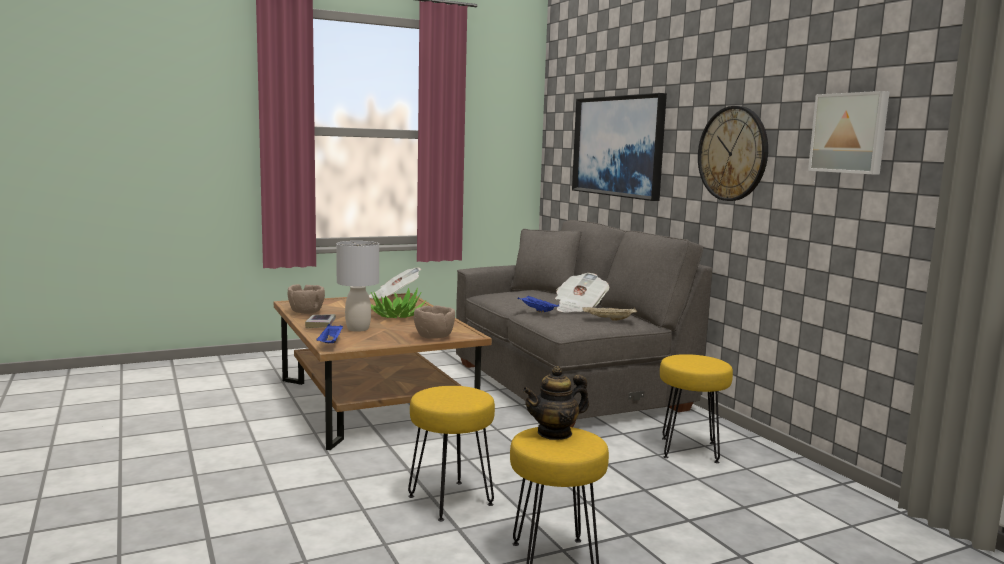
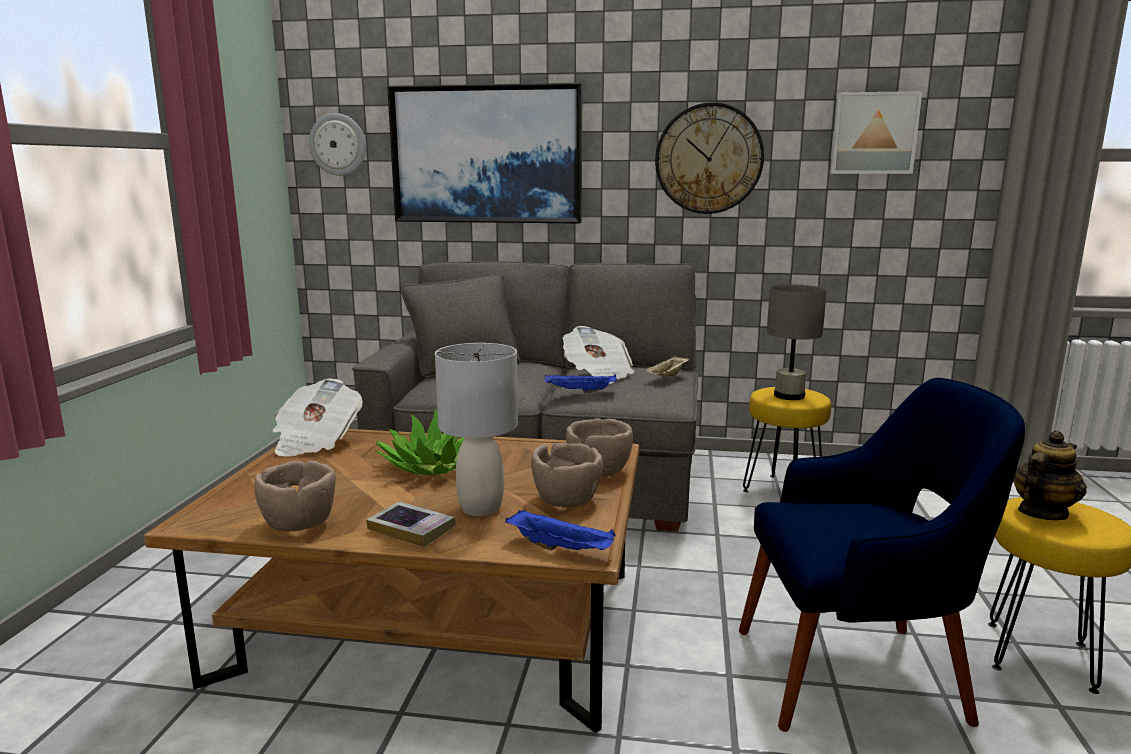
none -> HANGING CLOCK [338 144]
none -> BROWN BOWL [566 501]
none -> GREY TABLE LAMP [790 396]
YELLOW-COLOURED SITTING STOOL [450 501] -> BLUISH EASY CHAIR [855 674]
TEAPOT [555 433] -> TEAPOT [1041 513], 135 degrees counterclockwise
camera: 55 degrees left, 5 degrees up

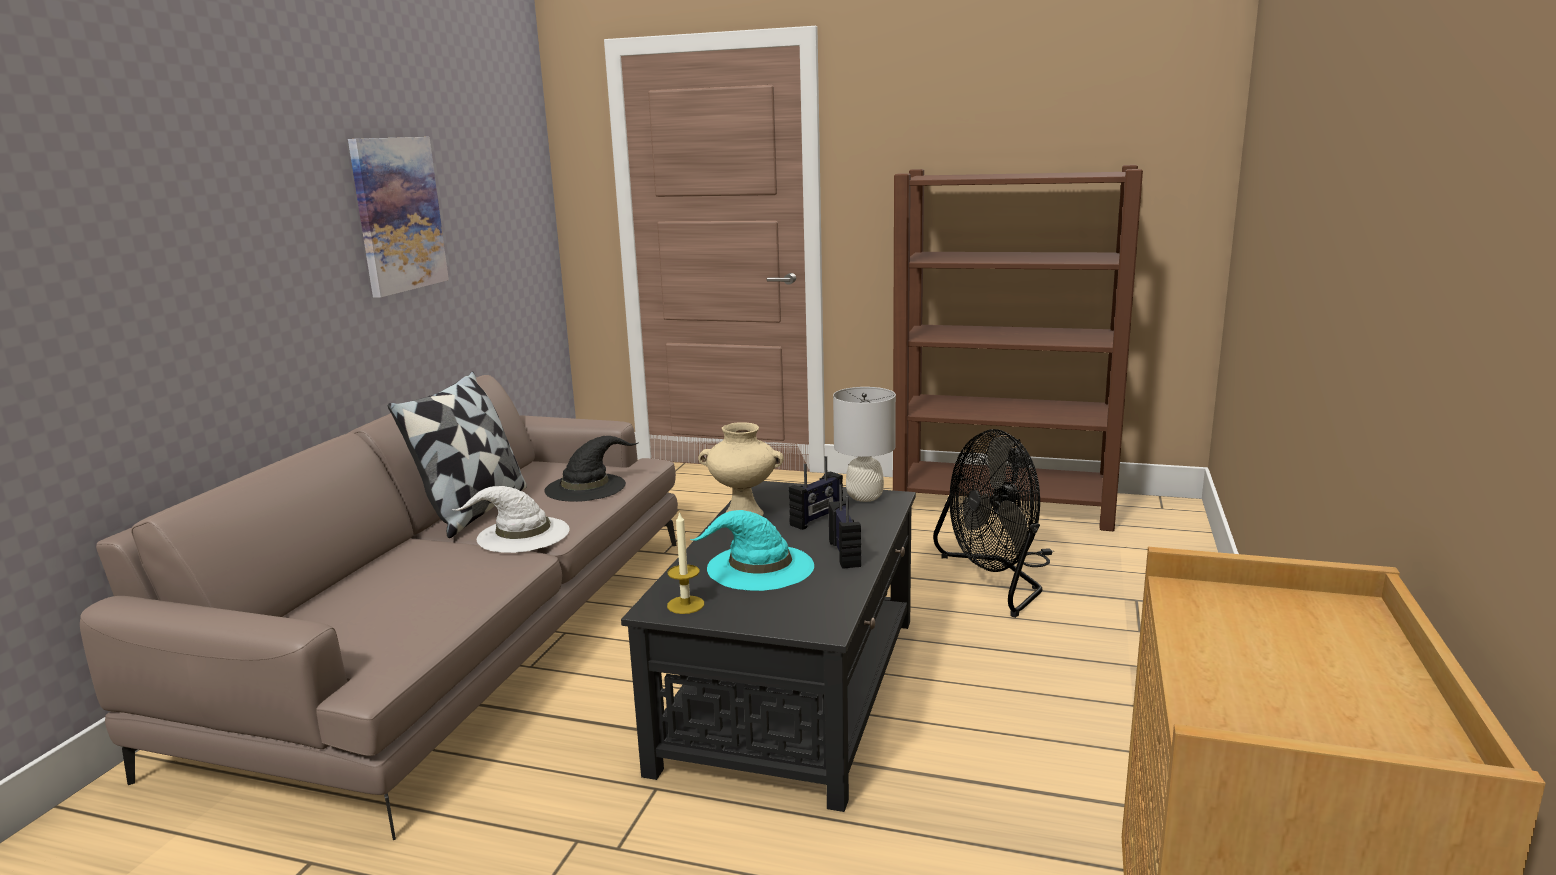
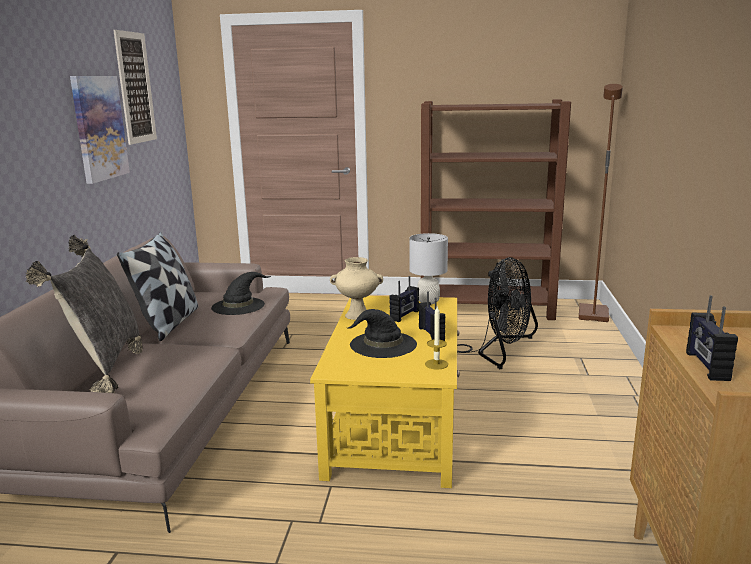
WHITISH CLOTHING HAT [522 535] -> none
none -> CUSHION [102 375]
none -> WALL PICTURE [135 88]
none -> BROWN STANDING LAMP [592 314]
none -> RADIO [706 366]
WAX CANDLE [685 605] -> WAX CANDLE [436 364], moved
BLACK-COLOURED LOUNGE TABLE [794 689] -> YELLOW-COLOURED LOUNGE TABLE [396 422]
BLUE-GREEN CLOTHING HAT [759 567] -> BLACK-COLOURED CLOTHING HAT [382 344]
BLACK-COLOURED ELECTRIC FAN [999 578] -> BLACK-COLOURED ELECTRIC FAN [498 350], 120 degrees counterclockwise
camera: 10 degrees left, 0 degrees up

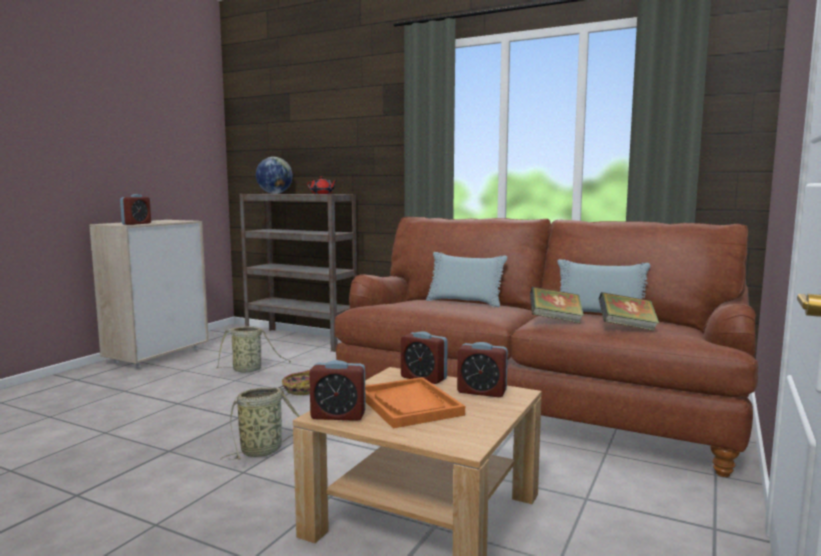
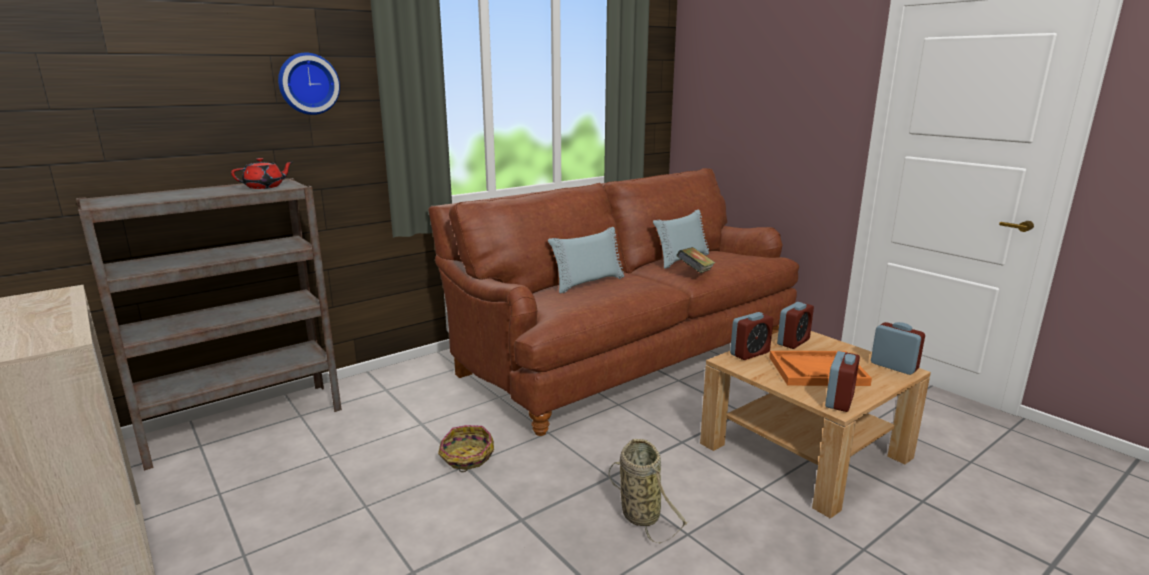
STORAGE BASKET [249 370] -> none
GLOBE [274 193] -> none
VOLUME [627 328] -> none
none -> HANGING CLOCK [308 84]
BEDSIDE CLOCK [136 224] -> BEDSIDE CLOCK [894 366], moved
camera: 65 degrees left, 10 degrees up

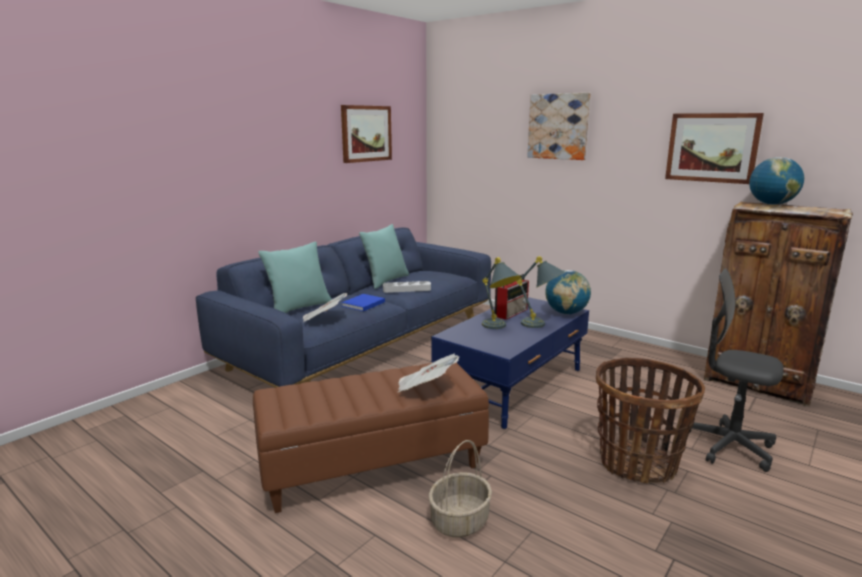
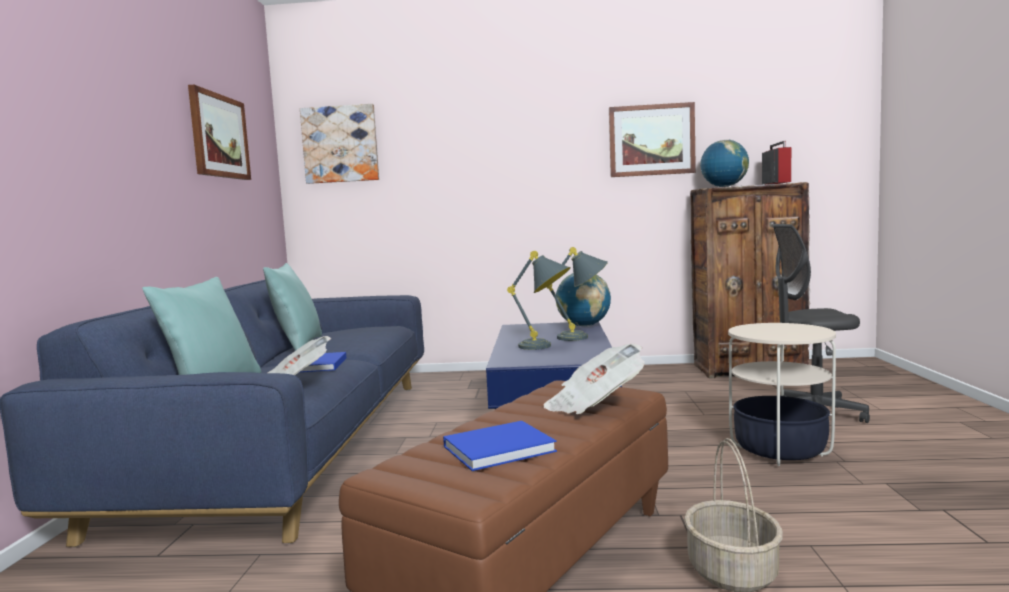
GREY TRAY [407 289] -> none
none -> BLUISH VOLUME [502 448]
RADIO [512 312] -> RADIO [776 183], moved
WALL PICTURE [558 126] -> WALL PICTURE [340 144], moved
STORAGE BASKET [637 463] -> BEIGE-COLOURED ACCENT TABLE [779 451]
camera: 35 degrees left, 10 degrees down

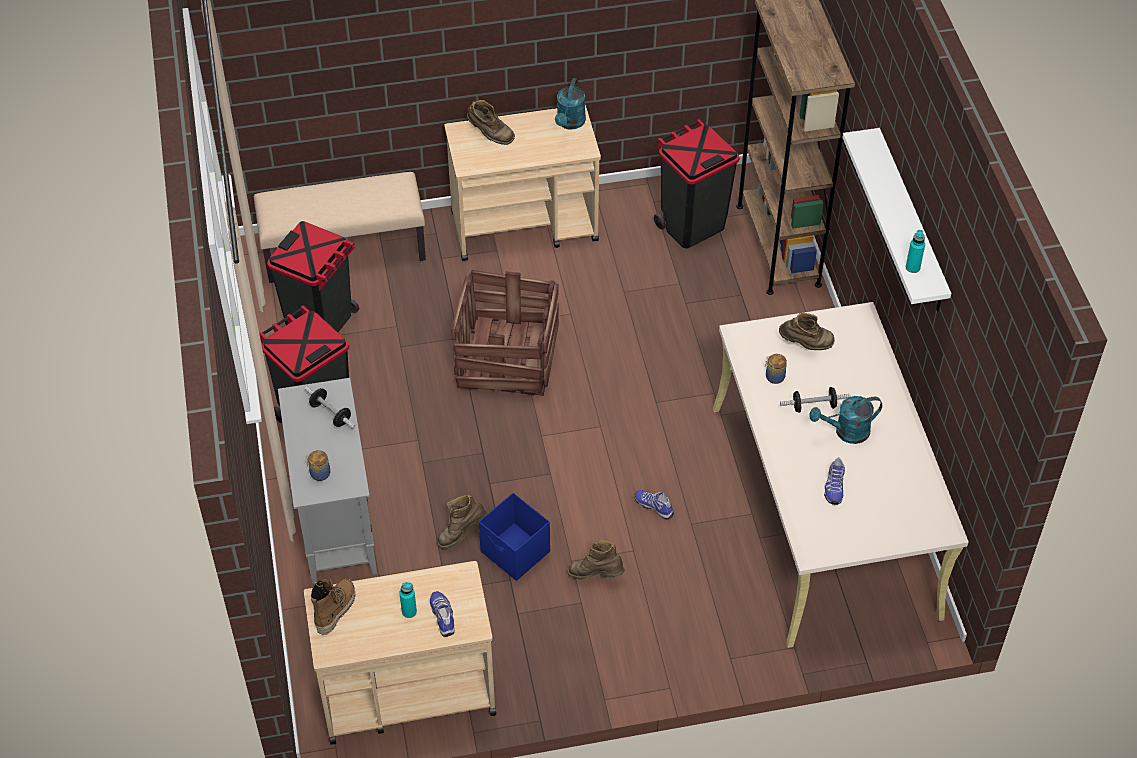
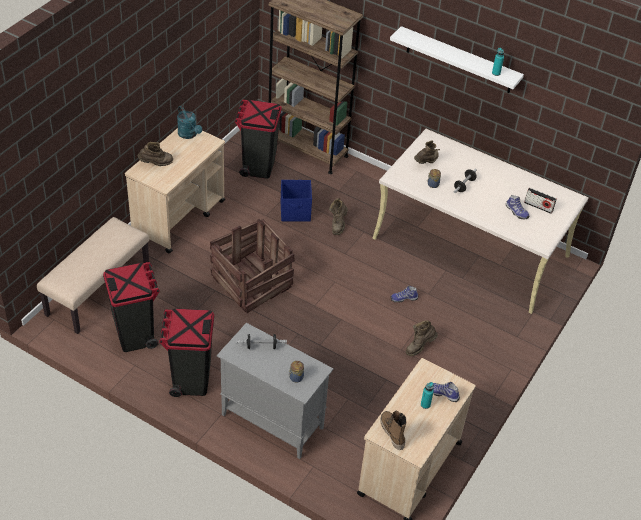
BLUE-GREEN WATERING POT [846 432] -> none
none -> RADIO [538 206]
BROWN TALL BOOT [462 534] -> BROWN TALL BOOT [338 224], moved
BLUISH STORAGE BOX [515 553] -> BLUISH STORAGE BOX [296 212], moved
camera: 50 degrees left, 5 degrees down

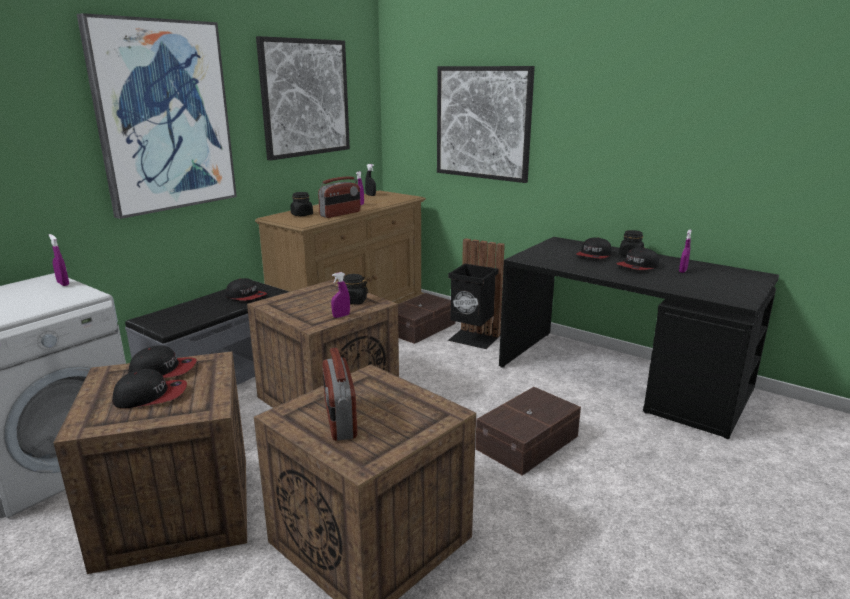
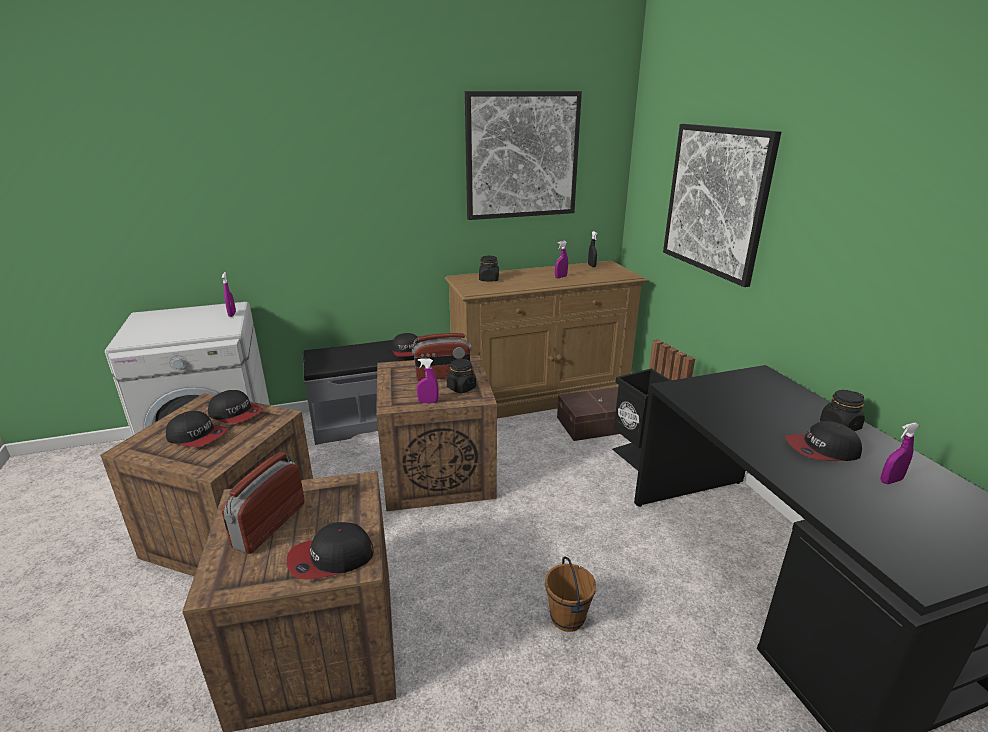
WALL PICTURE [163 117] -> none
RADIO [340 214] -> RADIO [443 376], moved
CAP [594 256] -> CAP [331 558], moved
BROWN STORAGE BOX [529 443] -> BROWN PAIL [568 618]
camera: 35 degrees right, 5 degrees up

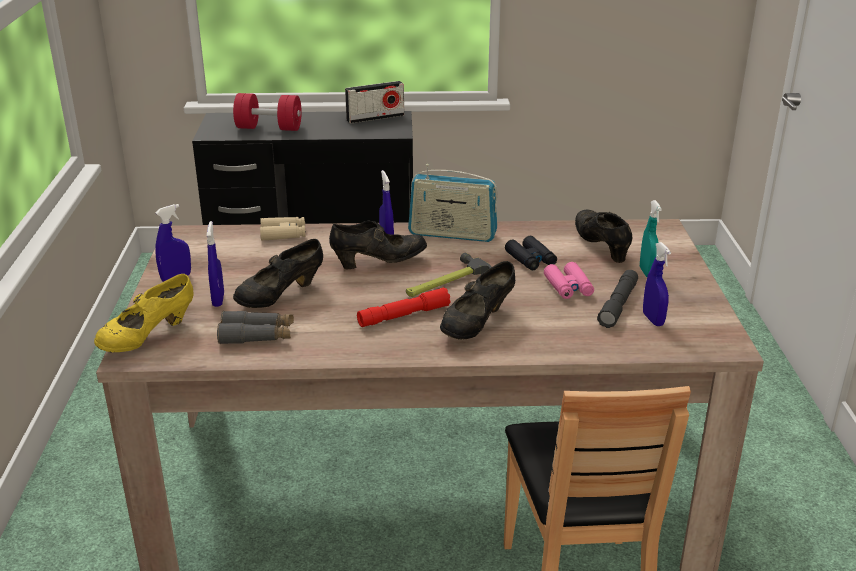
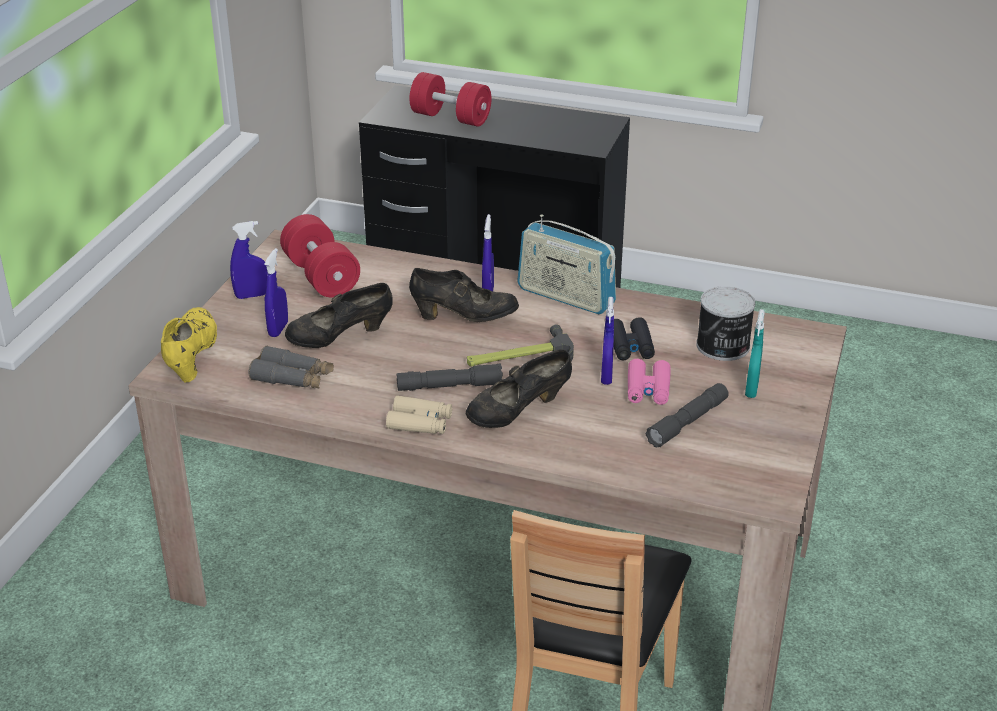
RADIO [375 118] -> none
none -> RED FREE WEIGHT [321 276]
BEIGE-COLOURED FIELD GLASSES [283 234] -> BEIGE-COLOURED FIELD GLASSES [420 422], moved
BLUISH SPRAYER [653 319] -> BLUISH SPRAYER [606 376], moved
BLACK-COLOURED LOW SHOE [601 247] -> METAL CAN [723 346]
RED FLASHLIGHT [404 315] -> GREY FLASHLIGHT [449 386]
YELLOW-COLOURED LOW SHOE [148 337] -> YELLOW-COLOURED LOW SHOE [192 358], 120 degrees clockwise
camera: 20 degrees right, 5 degrees up

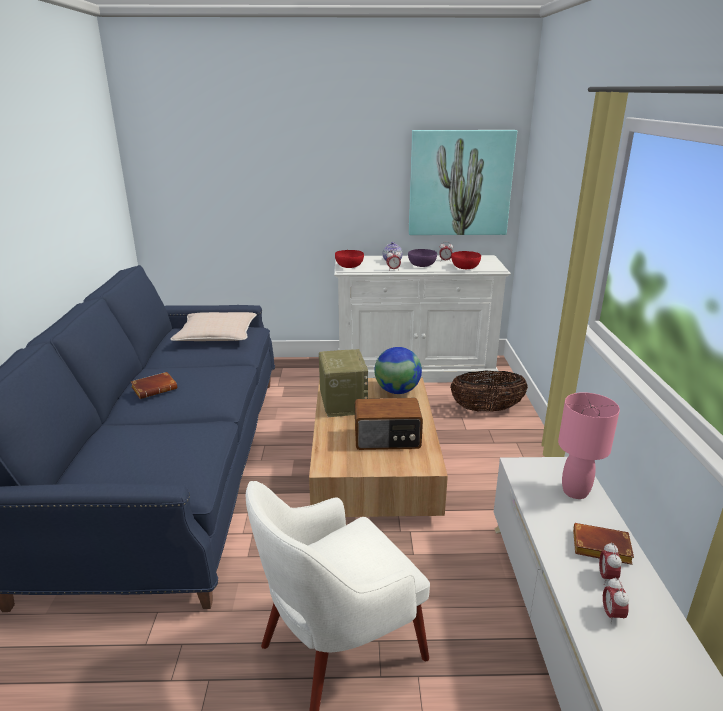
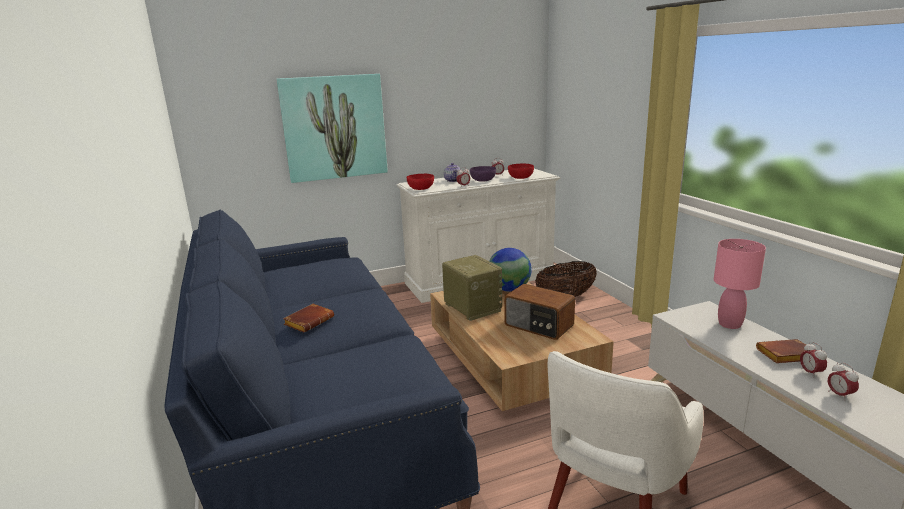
BEIGE-COLOURED CUSHION [216 334] -> none
WALL PICTURE [460 183] -> WALL PICTURE [334 127], moved
RADIO [387 439] -> RADIO [538 326], 60 degrees clockwise
camera: 20 degrees left, 5 degrees down

